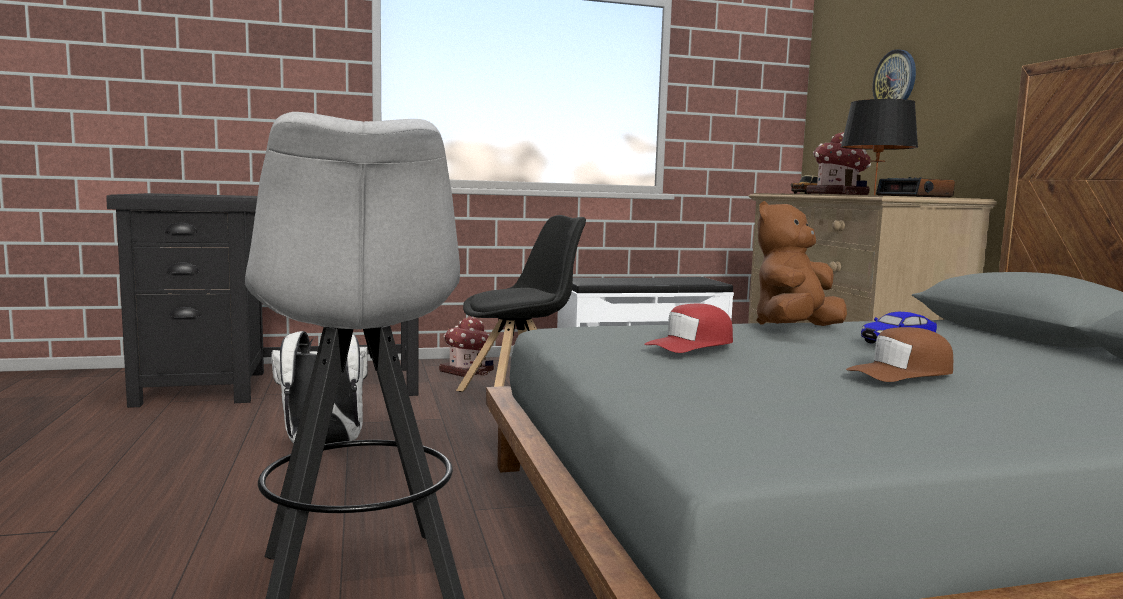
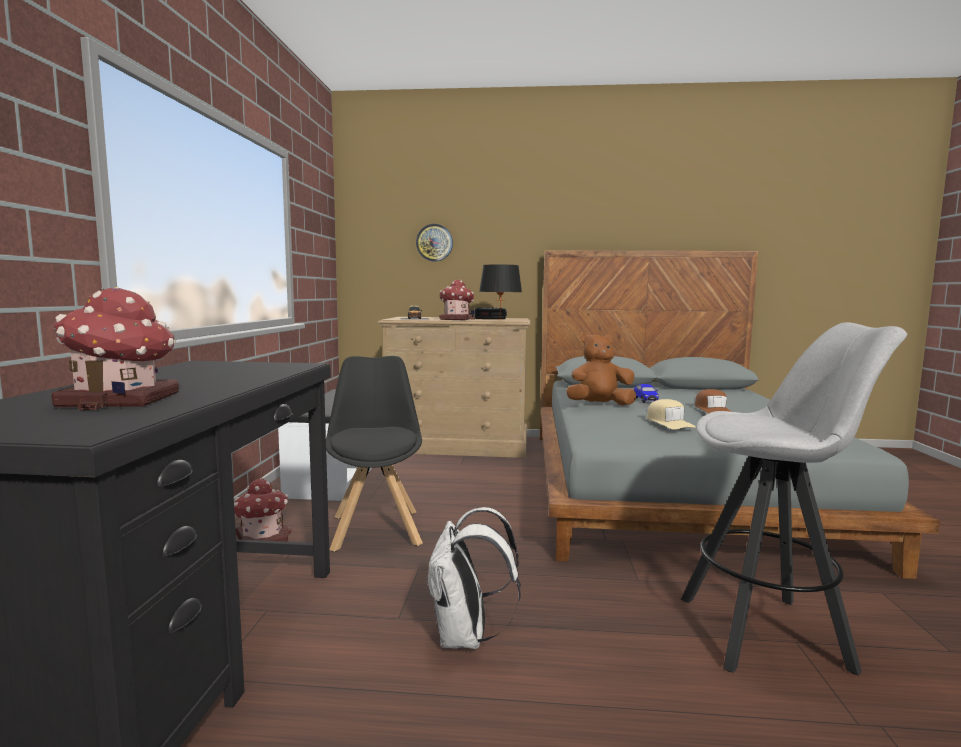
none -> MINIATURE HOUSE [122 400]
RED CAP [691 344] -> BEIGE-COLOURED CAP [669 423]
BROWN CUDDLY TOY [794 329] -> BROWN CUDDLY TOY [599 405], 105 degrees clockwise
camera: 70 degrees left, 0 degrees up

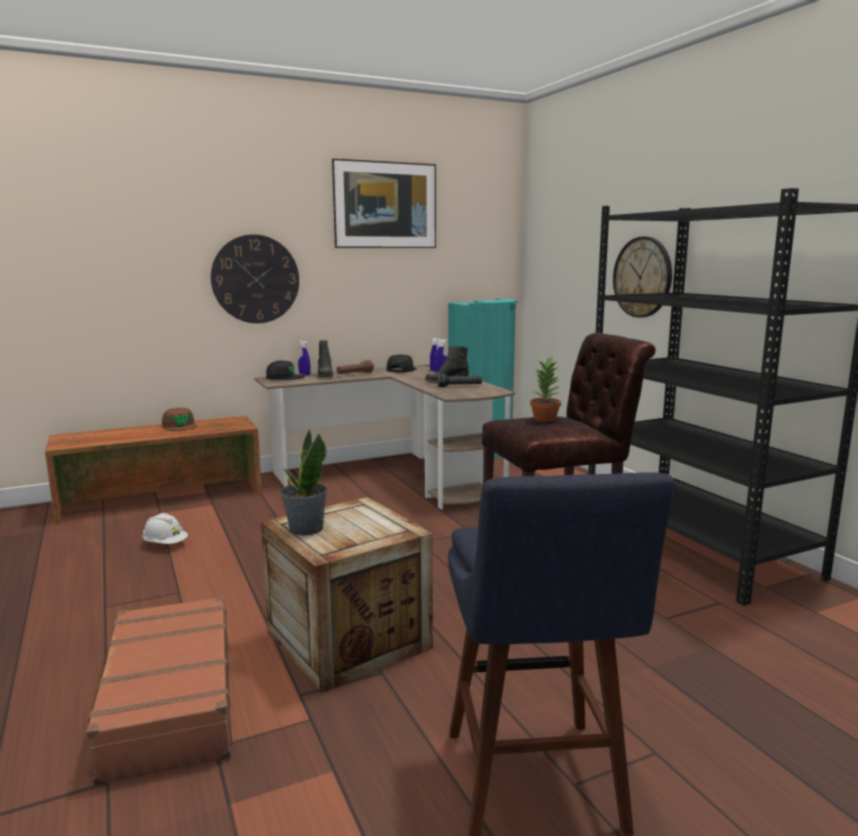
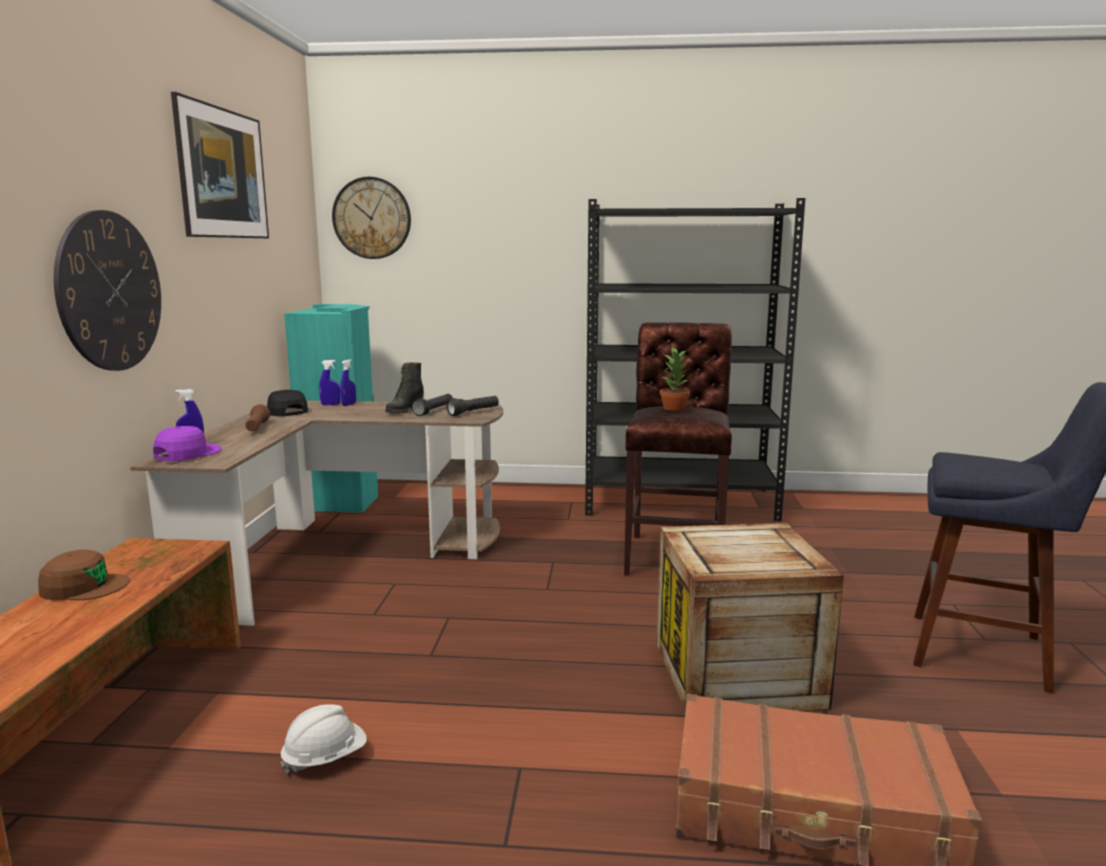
POTTED PLANT [305 529] -> none
BLACK-COLOURED TALL BOOT [324 376] -> none
none -> BLACK-COLOURED FLASHLIGHT [473 412]
HANGING CLOCK [642 277] -> HANGING CLOCK [372 218], moved
BLACK-COLOURED CAP [284 377] -> PURPLISH CAP [187 453]
camera: 60 degrees left, 0 degrees up

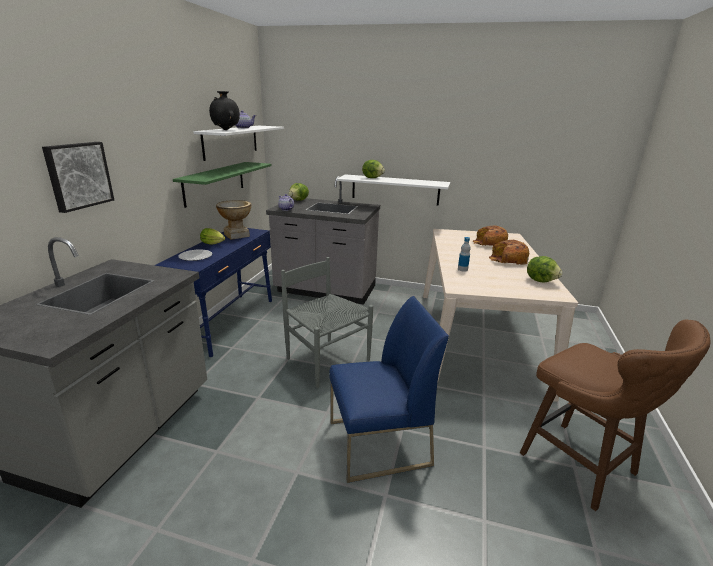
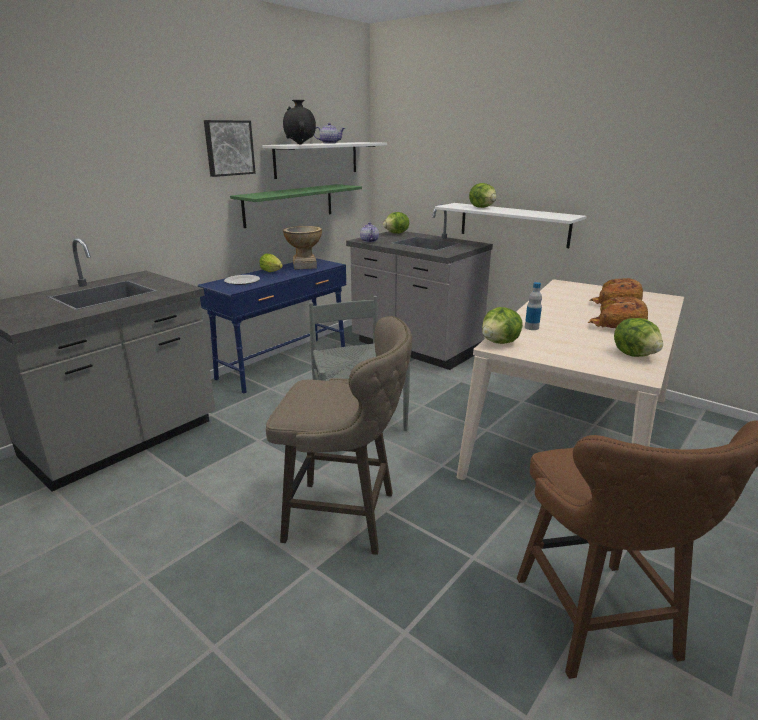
none -> HEAD OF LETTUCE [500 343]
WALL PICTURE [78 175] -> WALL PICTURE [229 148], moved
BLUISH PLAIN CHAIR [378 444] -> BEIGE-COLOURED SITTING STOOL [346 517]
camera: 25 degrees right, 0 degrees up

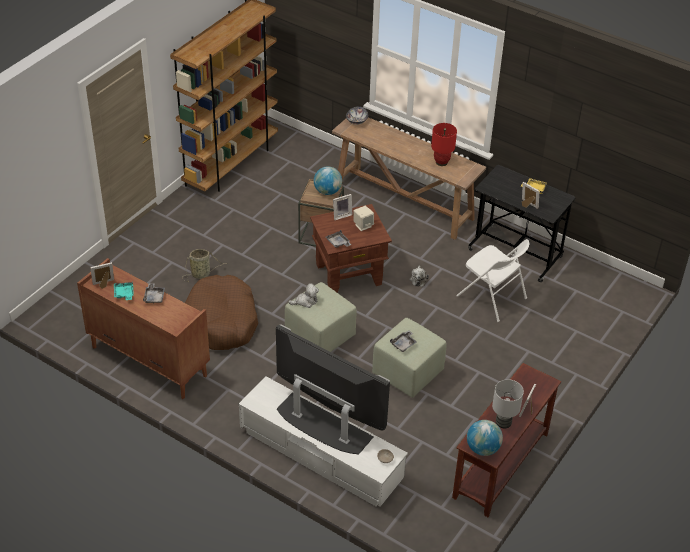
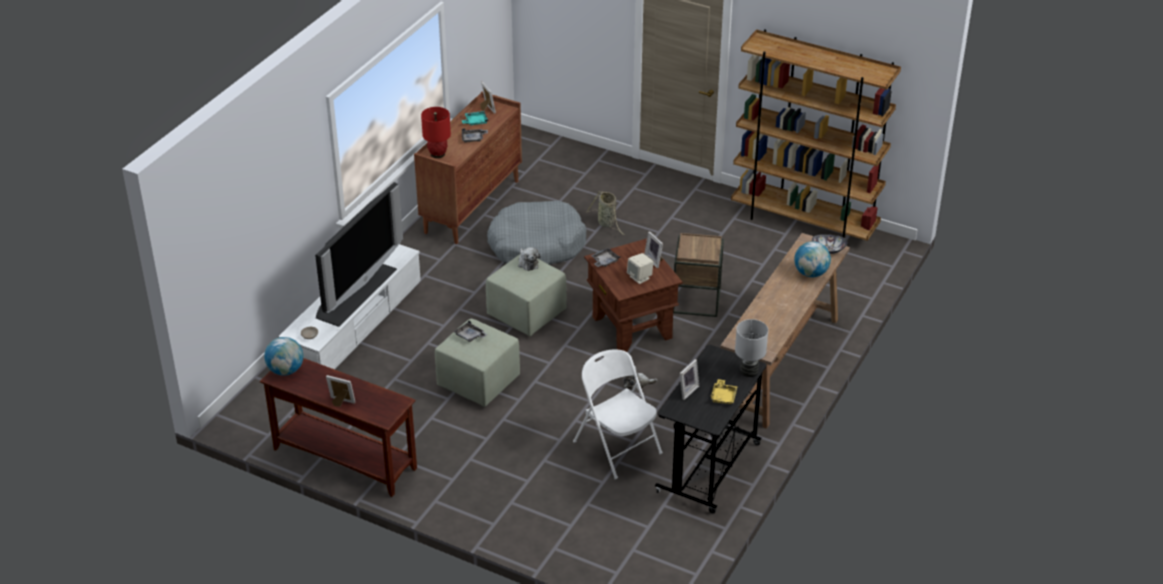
GLOBE [327 191] -> GLOBE [811 273], moved
RED TABLE LAMP [441 162] -> RED TABLE LAMP [438 154], moved
GREY TABLE LAMP [503 422] -> GREY TABLE LAMP [749 371], moved
BROWN PET BED [222 321] -> GREY PET BED [536 245]
WHITISH PLAIN CHAIR [491 297] -> WHITISH PLAIN CHAIR [617 447], 105 degrees clockwise
camera: 85 degrees right, 5 degrees down

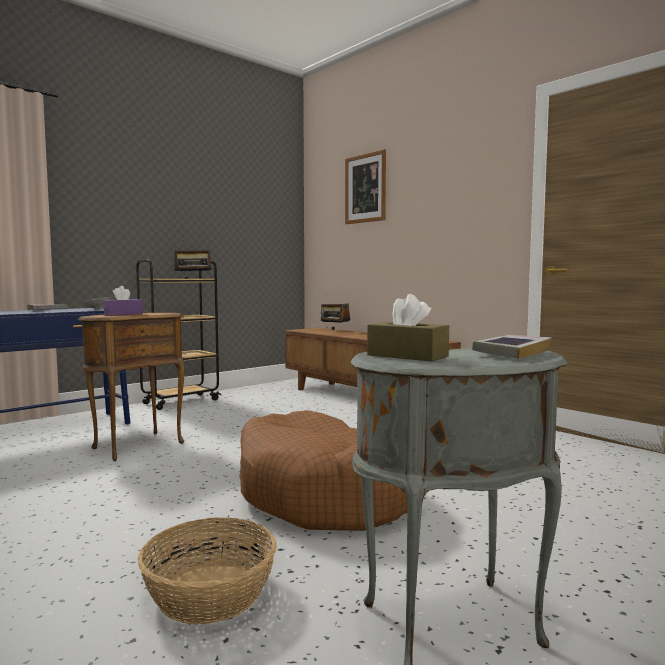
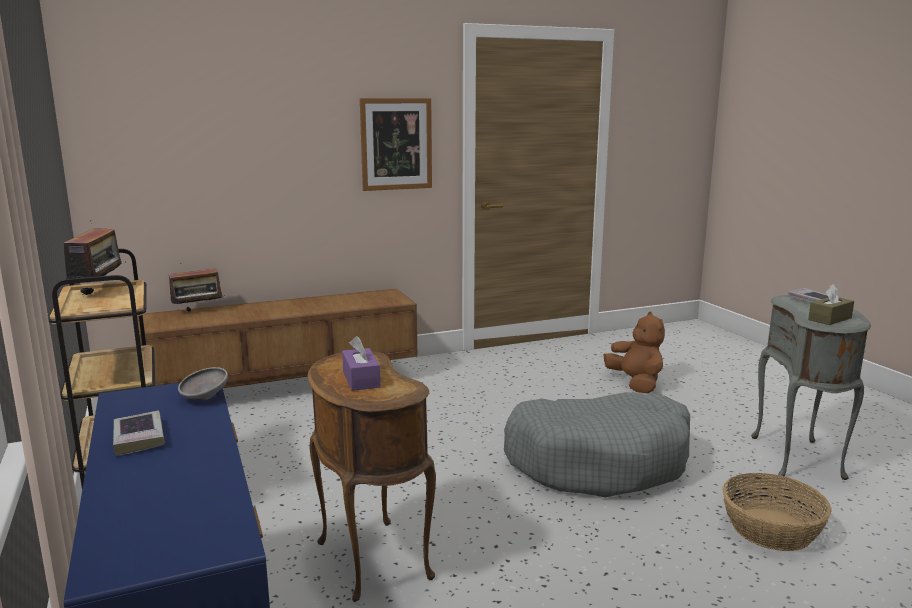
none -> BROWN CUDDLY TOY [636 384]
WALL PICTURE [365 188] -> WALL PICTURE [396 144], moved
BROWN PET BED [324 494] -> GREY PET BED [599 461]
camera: 70 degrees left, 10 degrees up

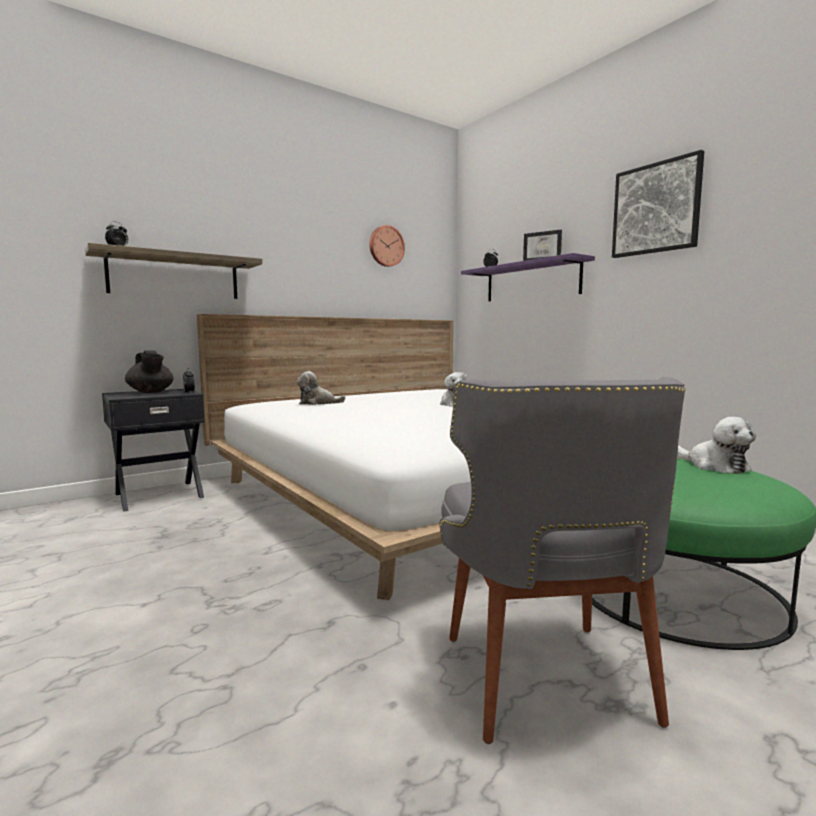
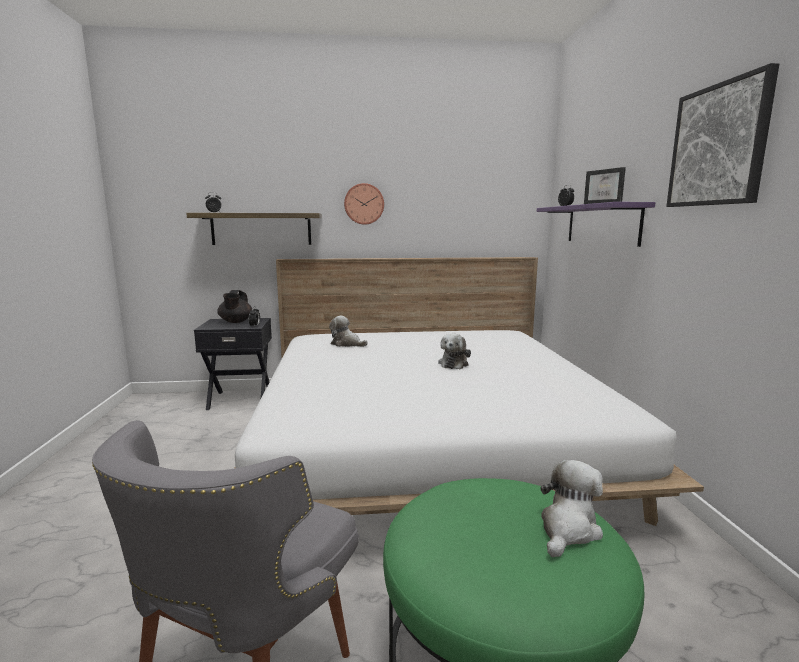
HANGING CLOCK [386 246] -> HANGING CLOCK [364 204], moved
CUDDLY TOY [714 466] -> CUDDLY TOY [568 529], 150 degrees counterclockwise
camera: 30 degrees right, 5 degrees up

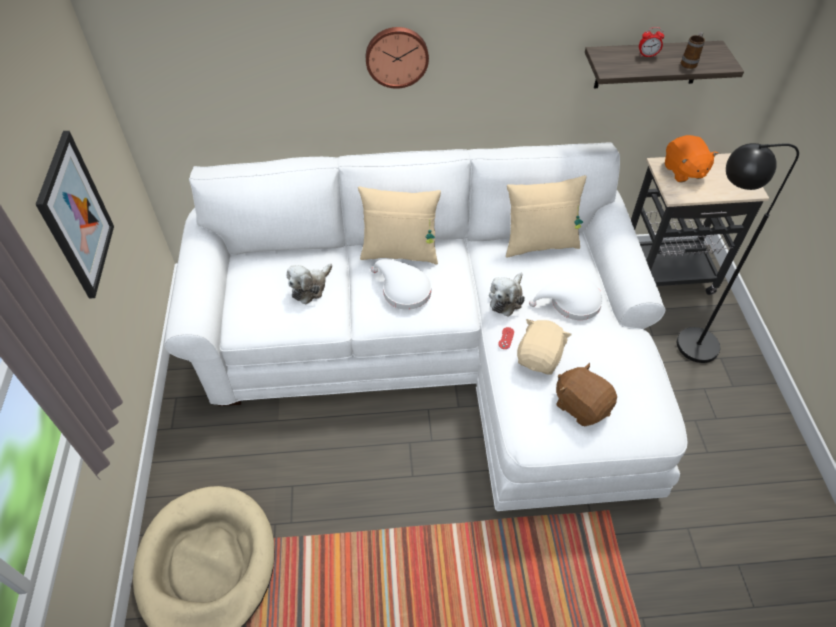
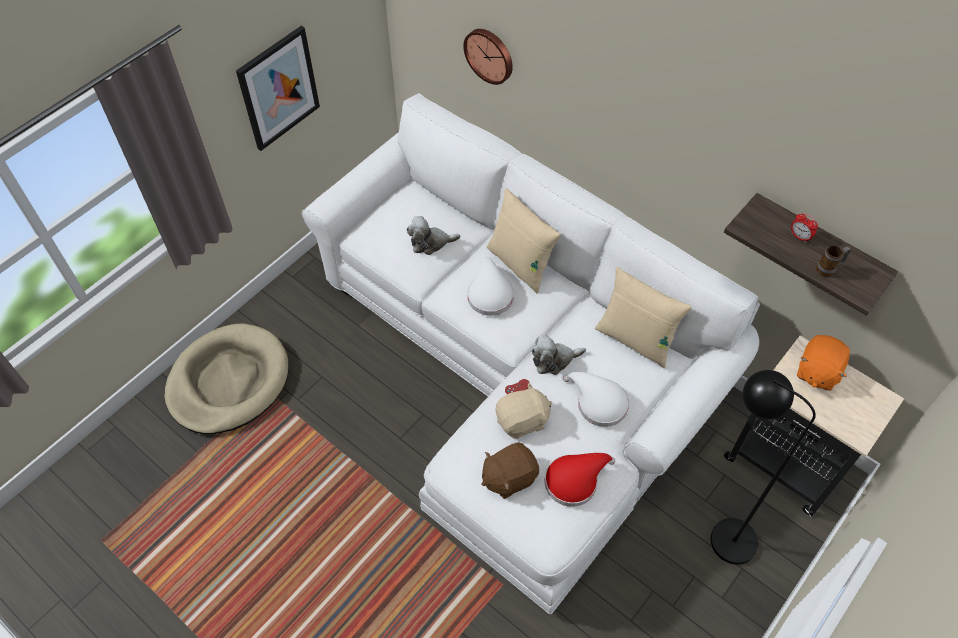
none -> RED CLOTHING HAT [575 480]
HANGING CLOCK [396 56] -> HANGING CLOCK [490 55], moved
BROWN CUDDLY TOY [581 405] -> BROWN CUDDLY TOY [509 477], 120 degrees counterclockwise
camera: 45 degrees right, 5 degrees up

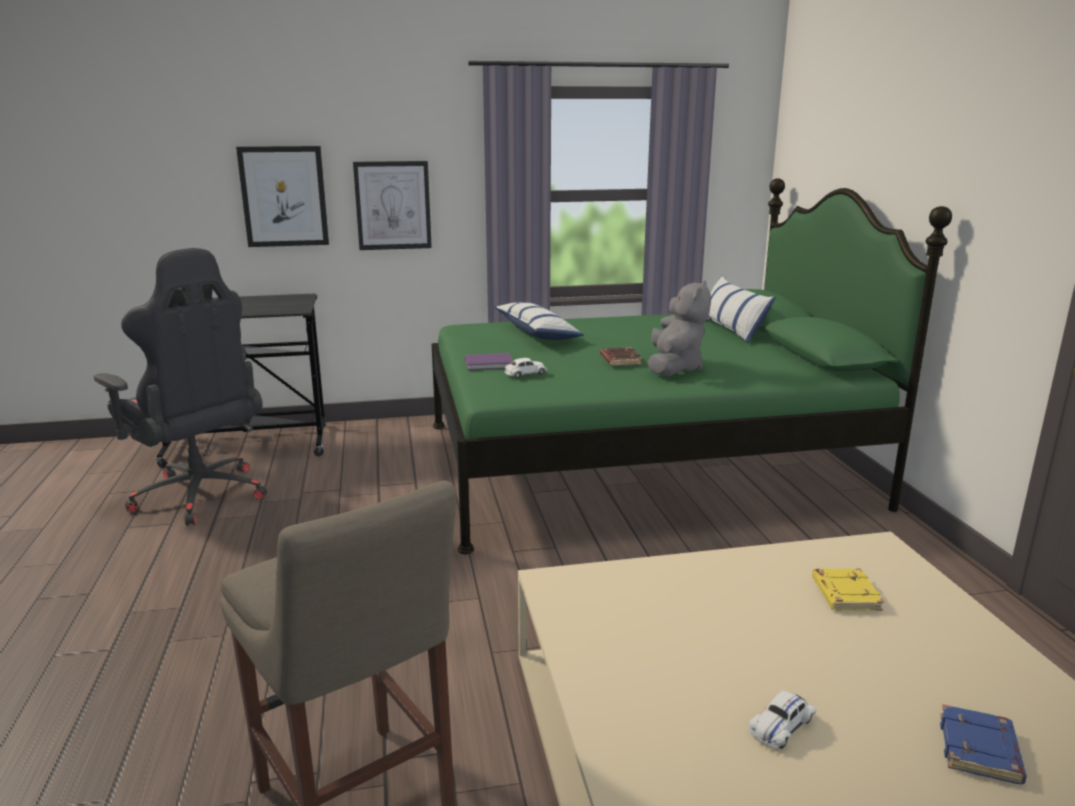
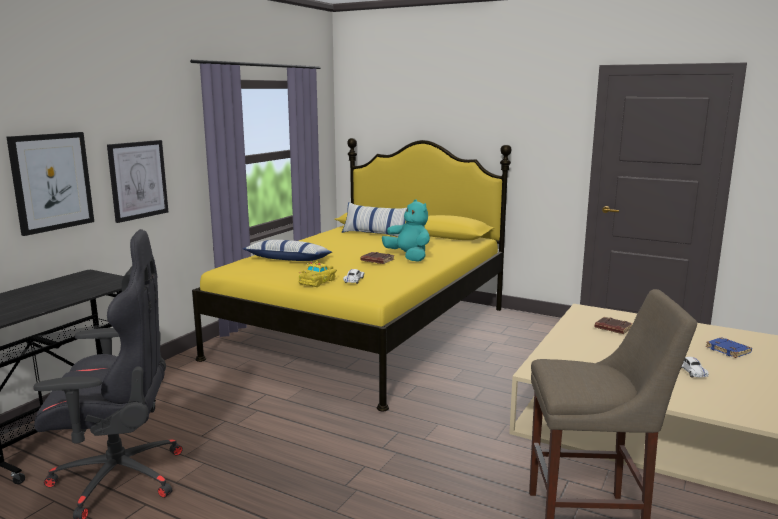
PURPLISH VOLUME [490 364] -> YELLOW-COLOURED MINIATURE CAR [318 282]
GREEN BEDROOM BED [640 464] -> YELLOW-COLOURED BEDROOM BED [365 332]
GREY CUDDLY TOY [674 368] -> BLUE-GREEN CUDDLY TOY [409 257]
YELLOW-COLOURED VOLUME [844 594] -> BROWN VOLUME [612 328]
camera: 50 degrees left, 5 degrees down

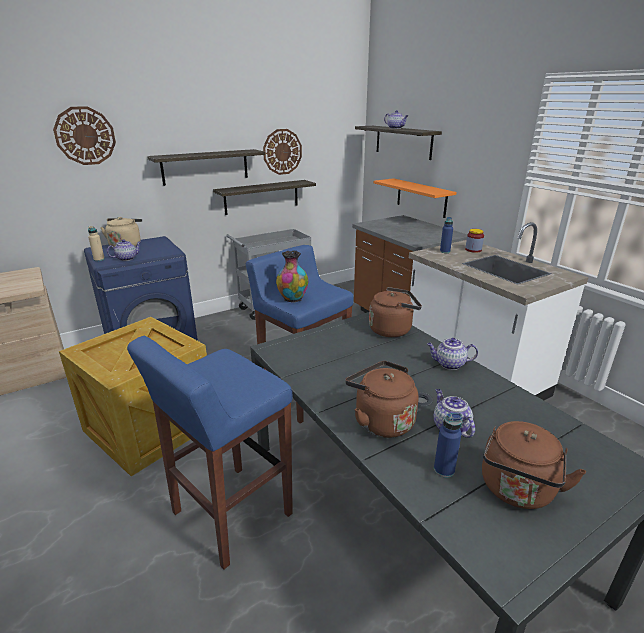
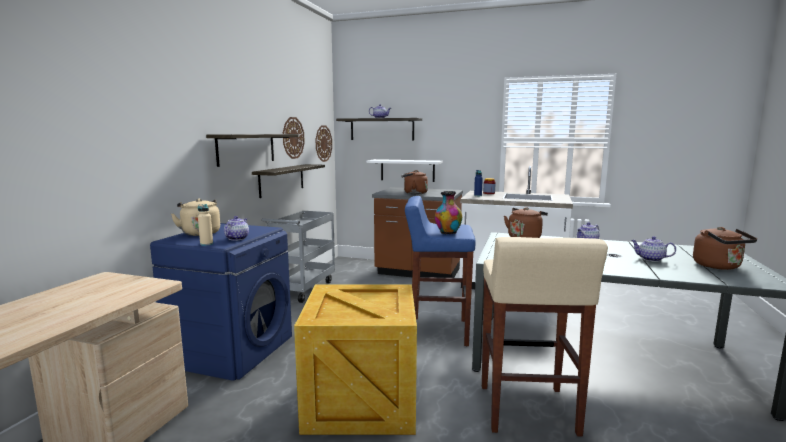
BLUISH DRINK BOTTLE [444 470] -> none
HANGING CLOCK [85 136] -> HANGING CLOCK [323 143], moved
BROWN KETTLE [380 421] -> BROWN KETTLE [414 193], moved
BLUISH SITTING STOOL [230 514] -> BEIGE-COLOURED SITTING STOOL [527 411]
ORANGEY WALL SHELF [421 197] -> WHITISH WALL SHELF [407 170]
camera: 40 degrees left, 15 degrees down

